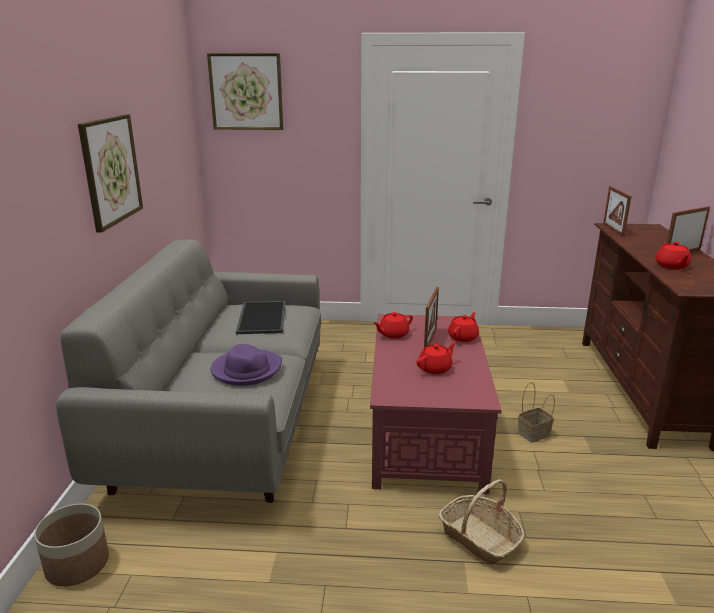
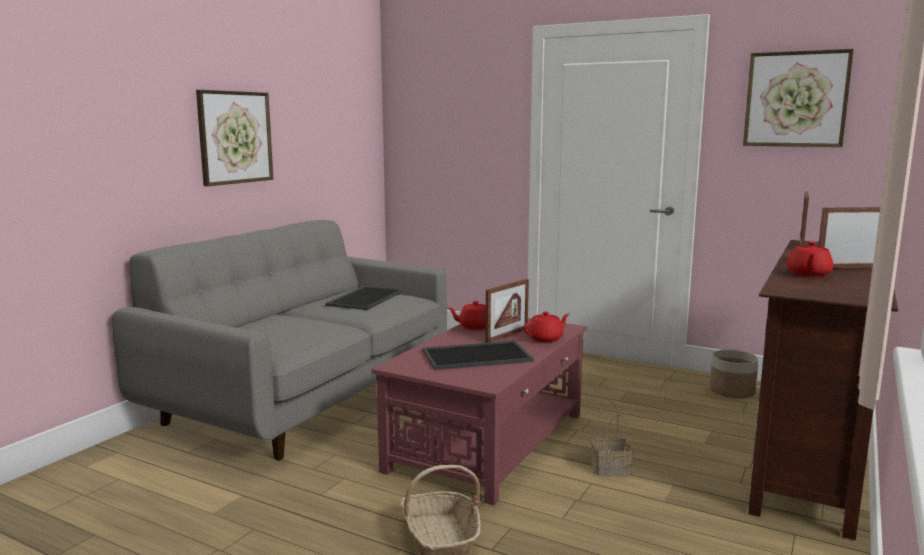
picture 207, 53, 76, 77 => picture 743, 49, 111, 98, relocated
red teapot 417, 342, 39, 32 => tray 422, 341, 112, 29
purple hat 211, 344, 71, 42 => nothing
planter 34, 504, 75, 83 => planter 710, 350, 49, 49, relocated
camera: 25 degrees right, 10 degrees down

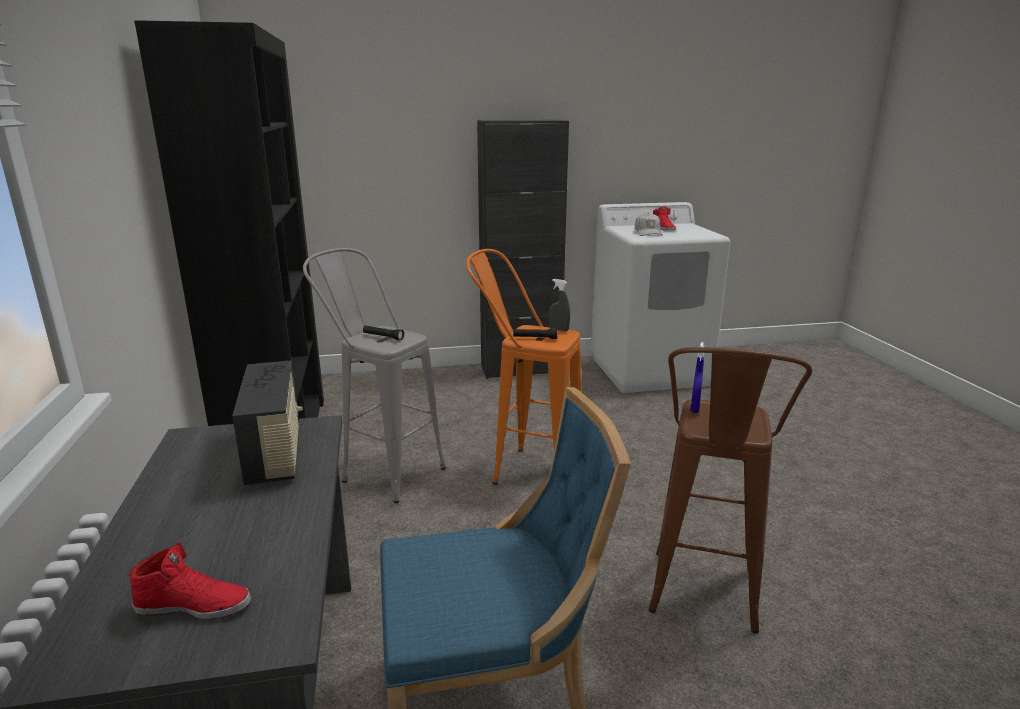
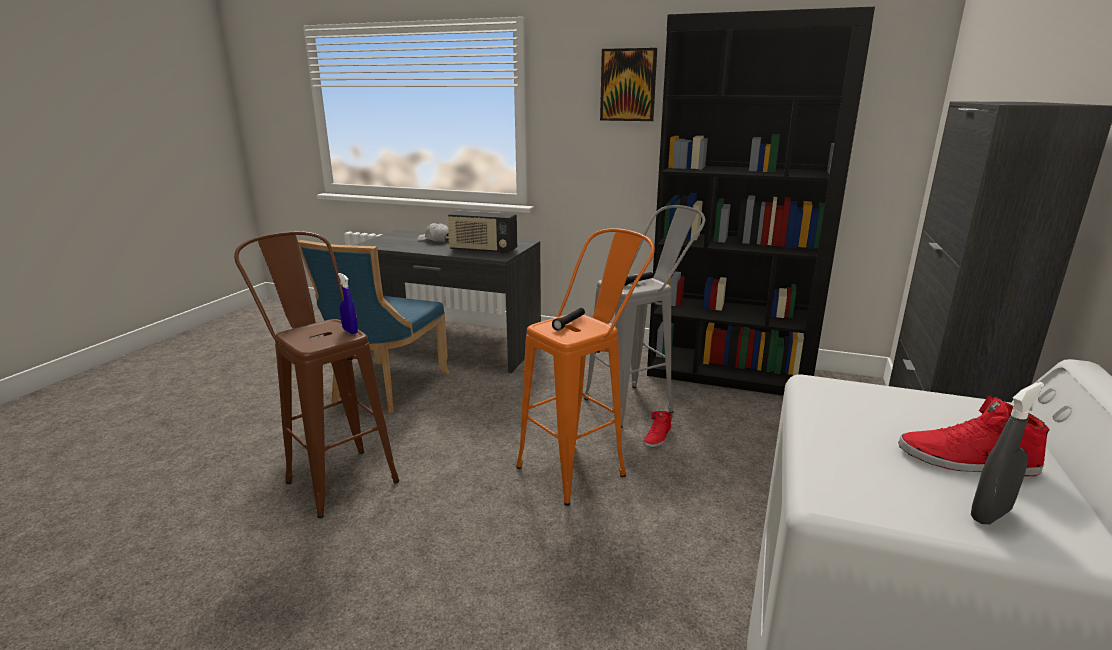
white cap 635, 213, 28, 23 => white cap 417, 223, 32, 19, relocated
grey spray bottle 549, 279, 21, 53 => grey spray bottle 971, 382, 73, 142, relocated
red shoe 129, 542, 122, 77 => red shoe 644, 411, 28, 36, relocated
nothing => picture 600, 48, 57, 73
camera: 120 degrees right, 0 degrees up

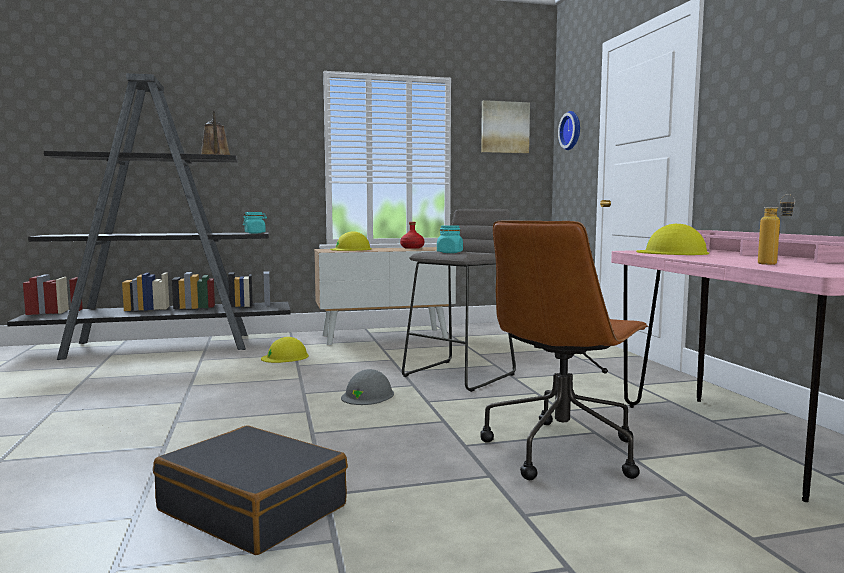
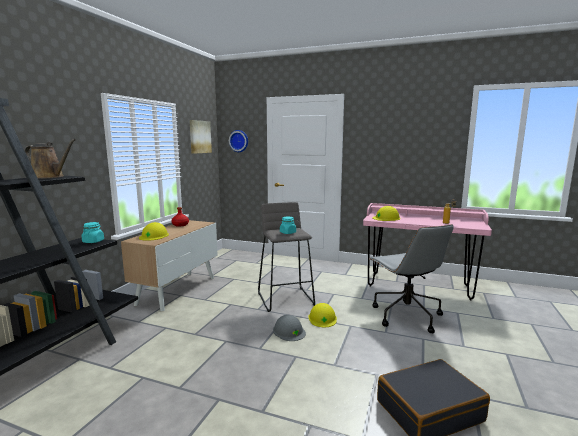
brown office chair 481, 220, 168, 260 => grey office chair 369, 224, 84, 109
yellow hard hat 261, 337, 48, 26 => yellow hard hat 308, 303, 29, 24, relocated
camera: 55 degrees left, 5 degrees up

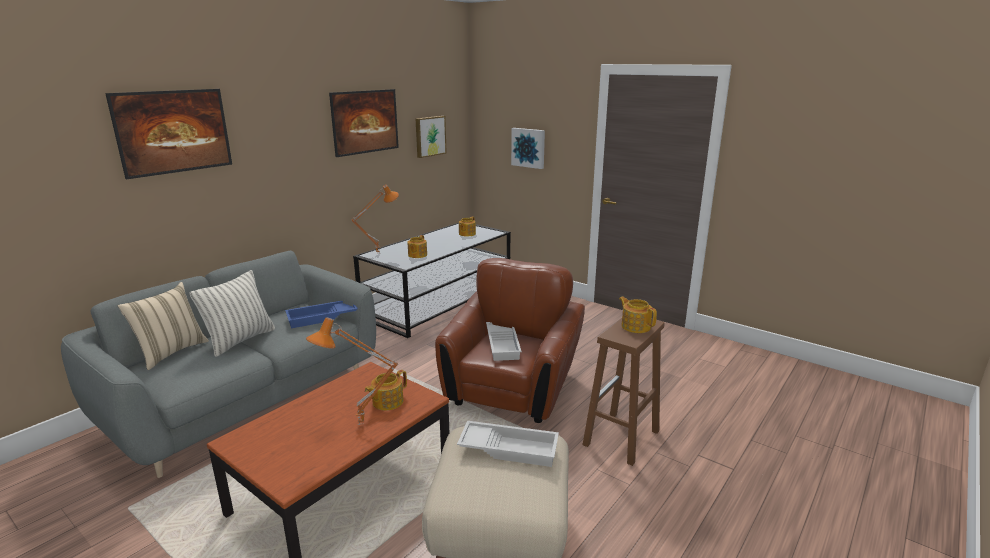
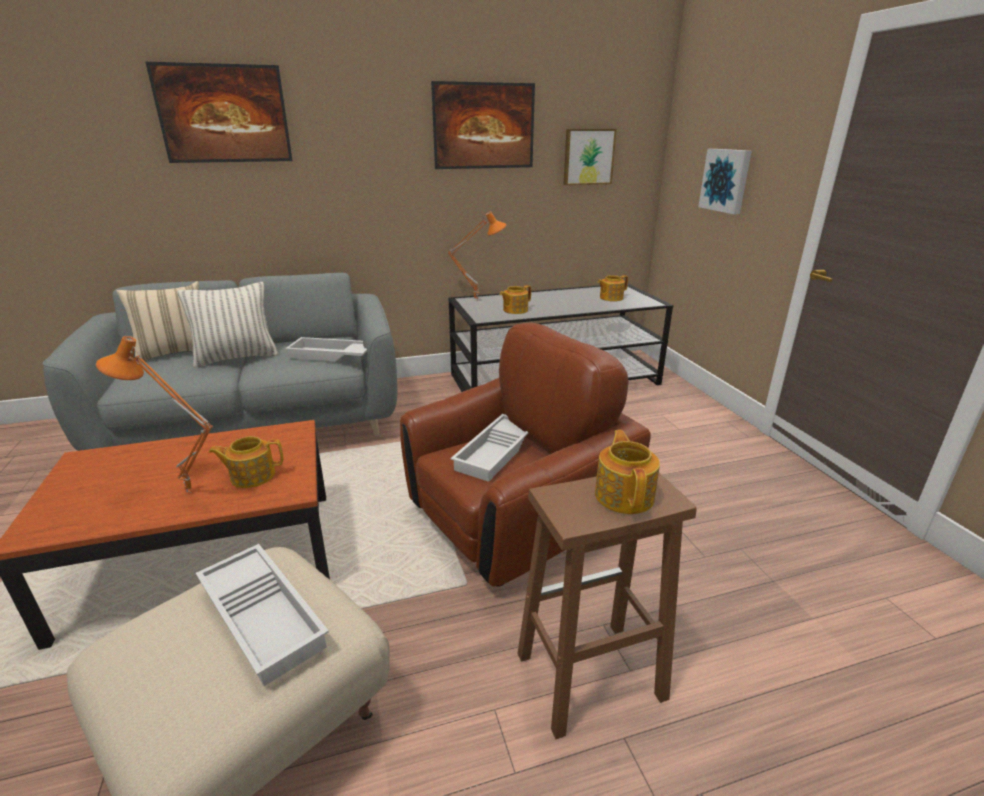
blue tray 285, 301, 73, 27 => white tray 285, 337, 82, 24
camera: 35 degrees right, 5 degrees up

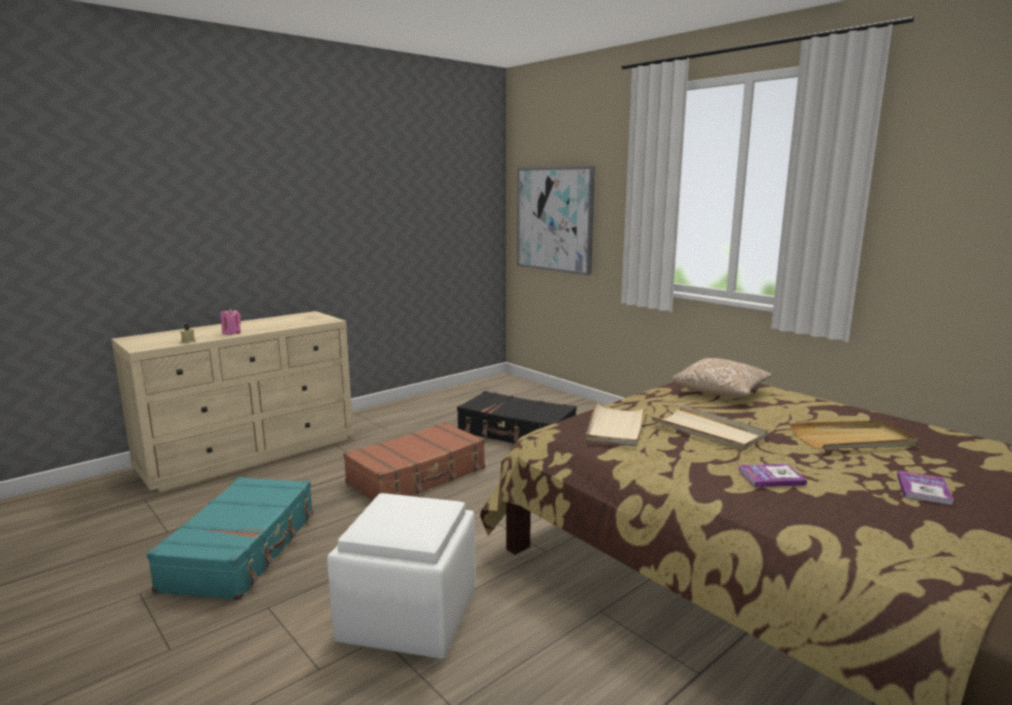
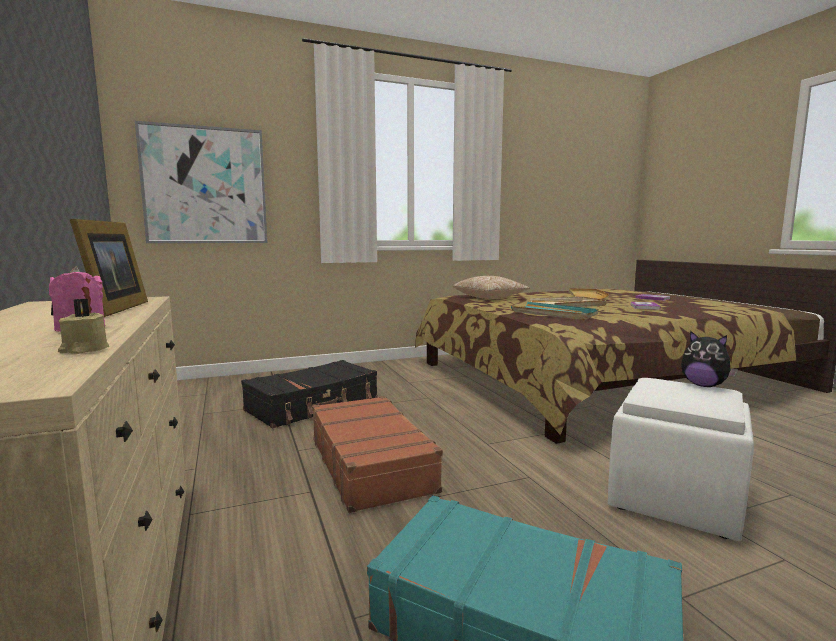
beige tray 586, 400, 62, 47 => turquoise tray 511, 302, 87, 18
nothing => picture frame 51, 219, 97, 98
nothing => plush toy 681, 331, 57, 56
camera: 70 degrees left, 5 degrees down

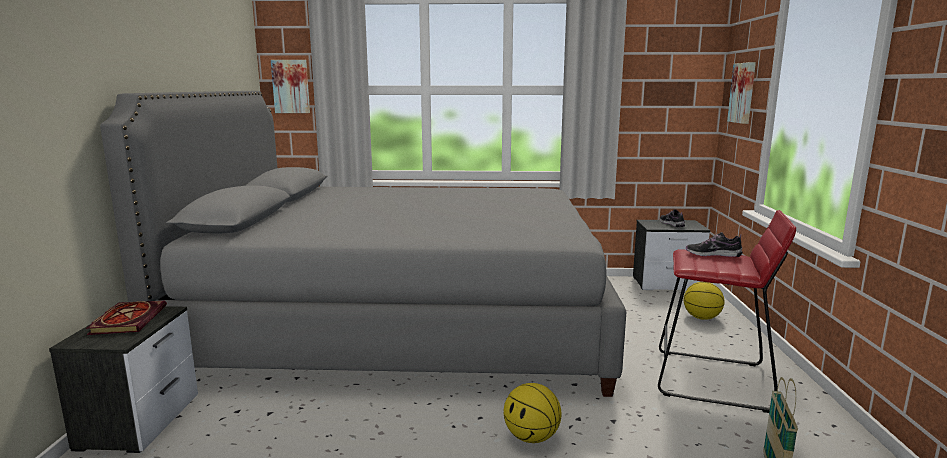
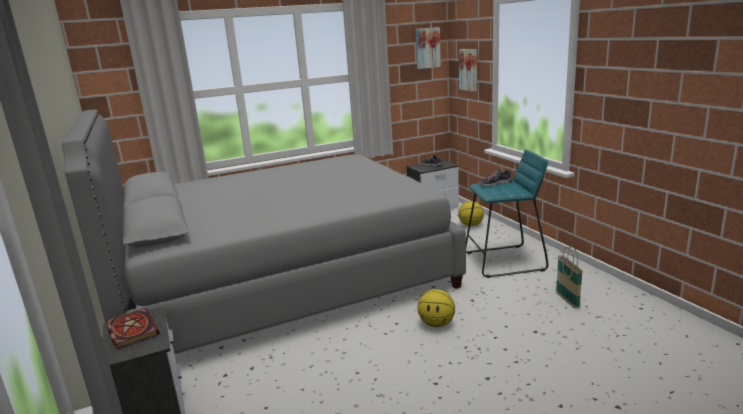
picture 271, 60, 39, 53 => picture 416, 27, 25, 42, relocated
red stool 658, 210, 138, 203 => turquoise stool 466, 150, 82, 128
camera: 25 degrees left, 5 degrees up

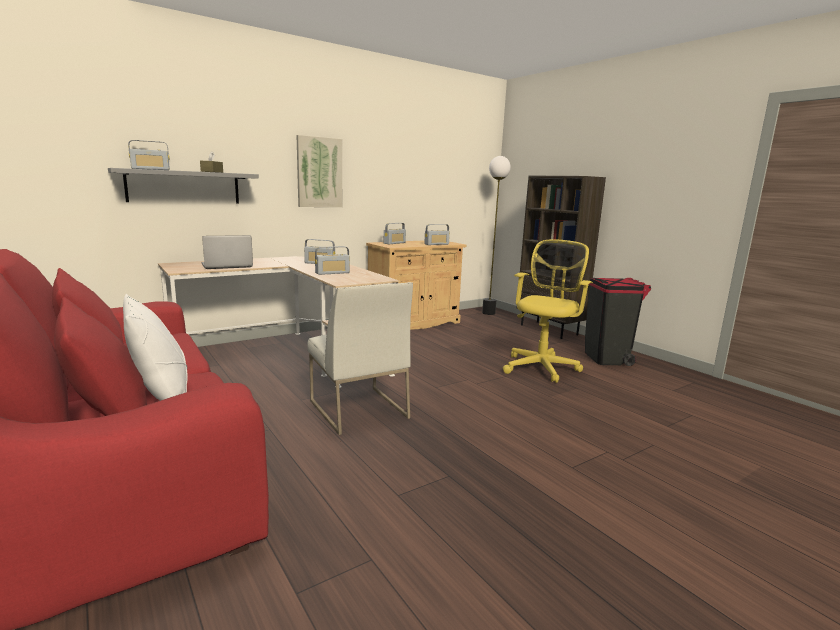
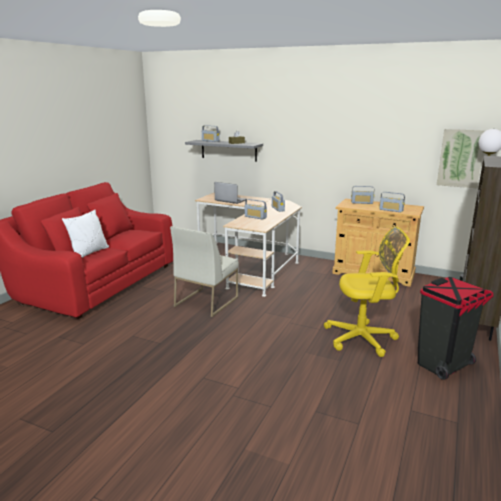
picture 296, 135, 46, 72 => picture 437, 129, 48, 60, relocated
camera: 60 degrees right, 5 degrees up

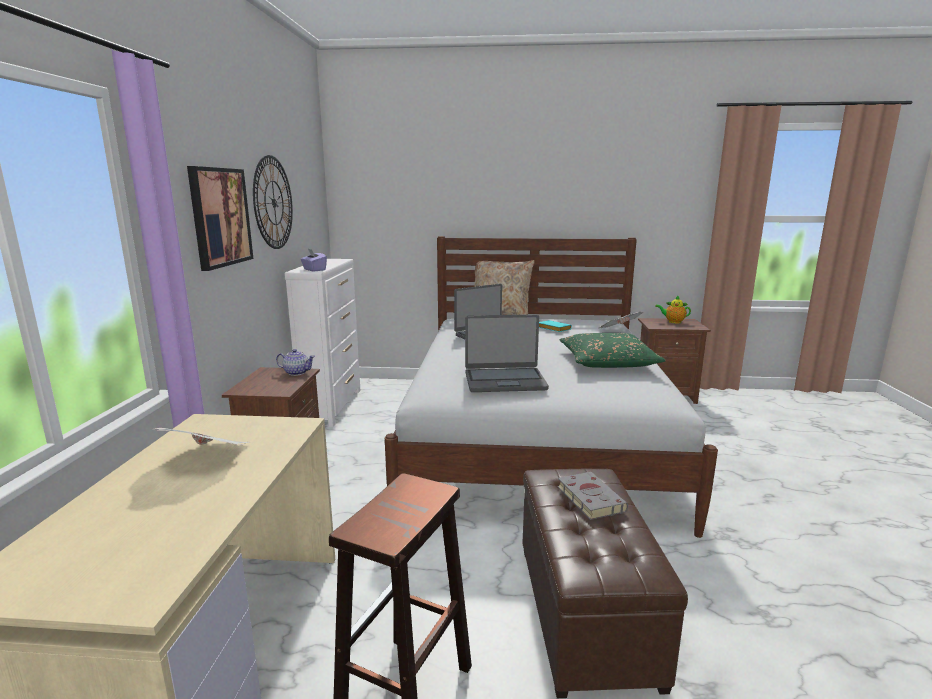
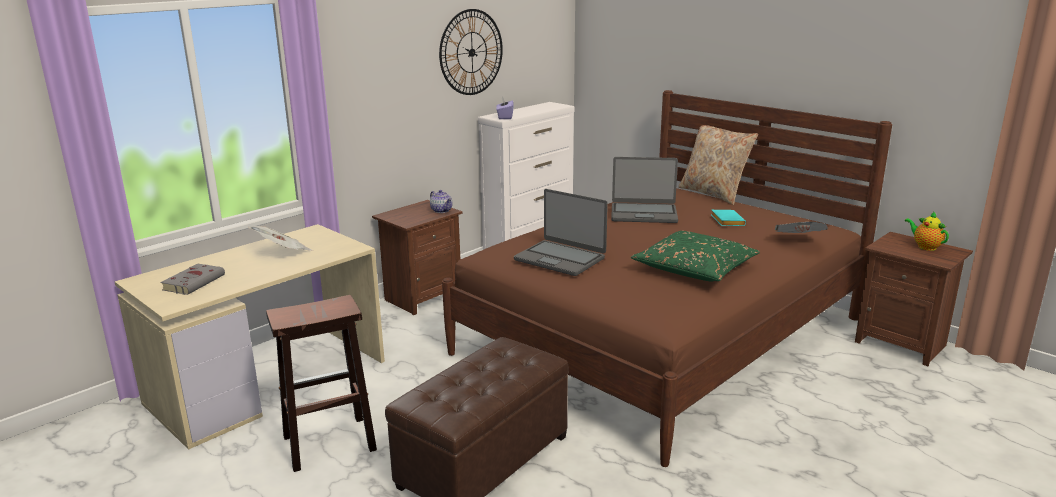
picture 187, 166, 66, 105 => nothing
white bed 385, 236, 333, 302 => brown bed 442, 90, 450, 377
grey book 558, 472, 70, 48 => grey book 160, 264, 65, 31, relocated
camera: 40 degrees right, 5 degrees up

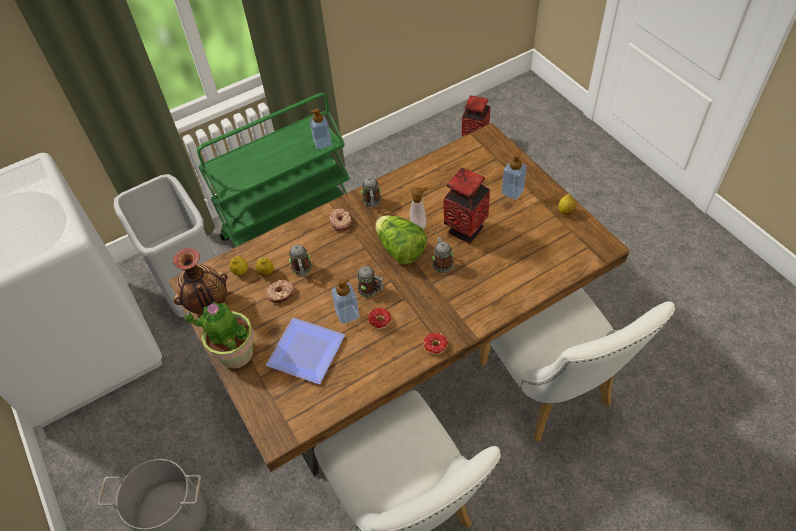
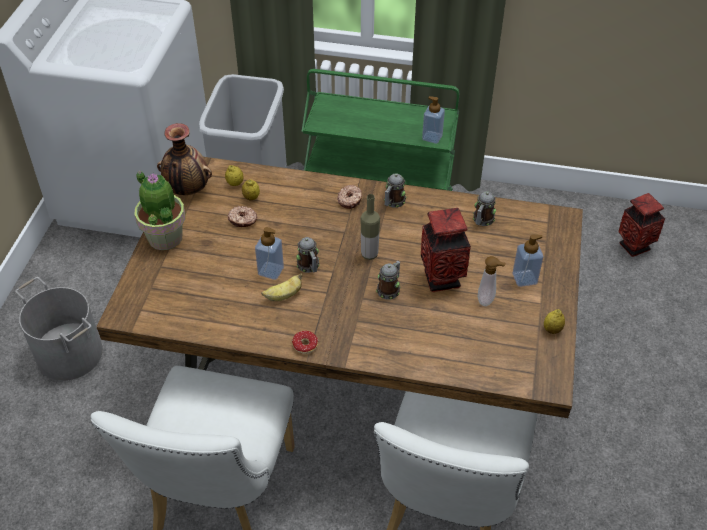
soap dispenser 410, 187, 18, 42 => soap dispenser 478, 256, 28, 50, relocated
lettuce 375, 215, 52, 49 => bottle 361, 194, 19, 66
mug 289, 244, 23, 33 => mug 473, 191, 23, 35, relocated
donut 368, 308, 23, 21 => banana 261, 274, 41, 27
plate 266, 318, 79, 66 => nothing
camera: 40 degrees right, 5 degrees down

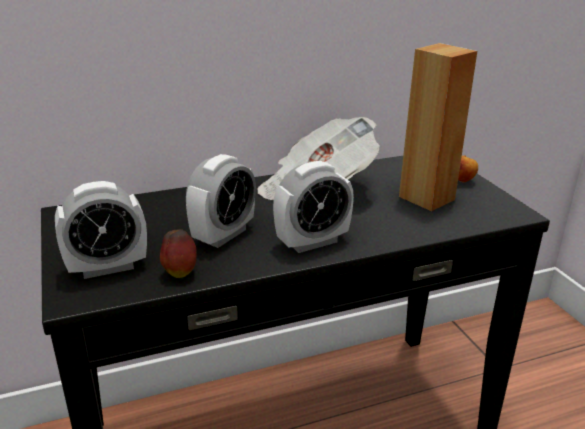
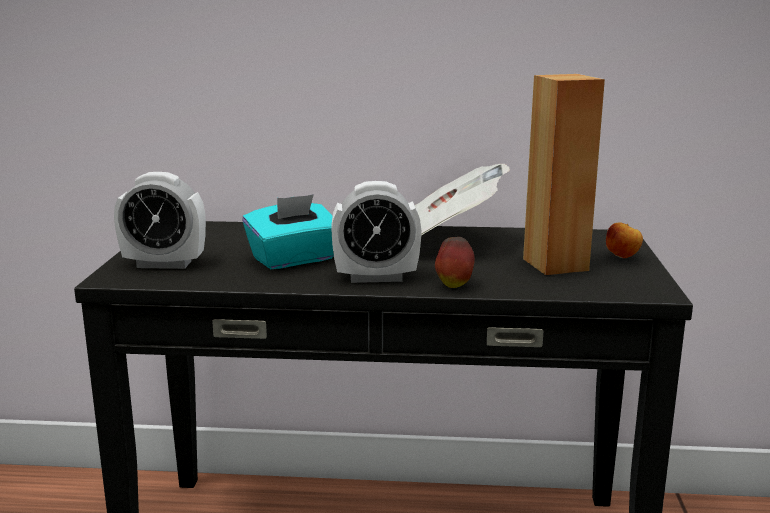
alarm clock 186, 154, 70, 94 => turquoise tissue box 242, 194, 92, 75
apple 160, 229, 37, 49 => apple 435, 237, 40, 51, relocated
camera: 25 degrees right, 10 degrees down

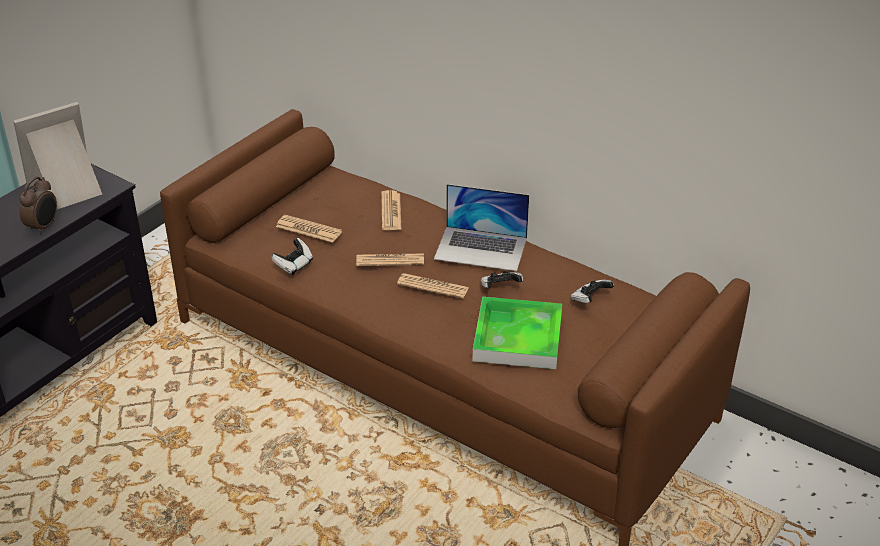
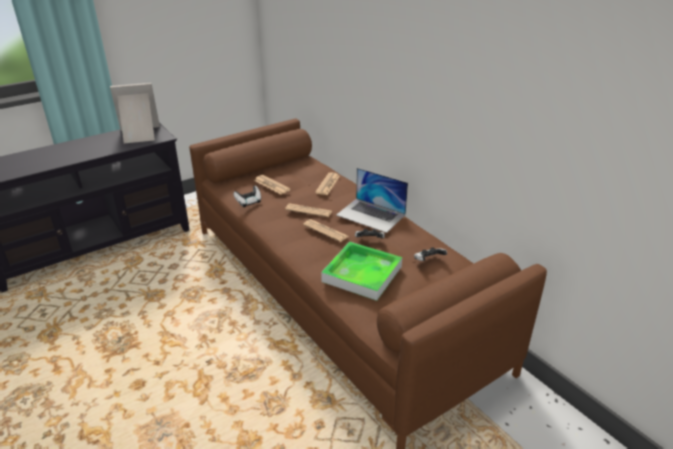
alarm clock 19, 177, 38, 58 => nothing
camera: 20 degrees right, 5 degrees down

